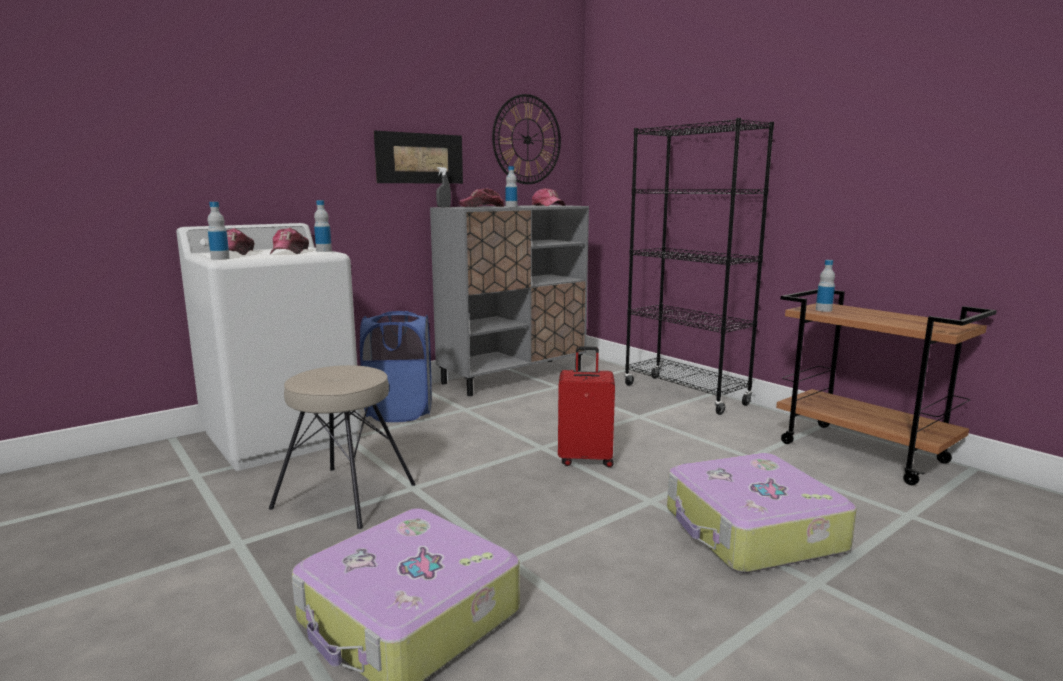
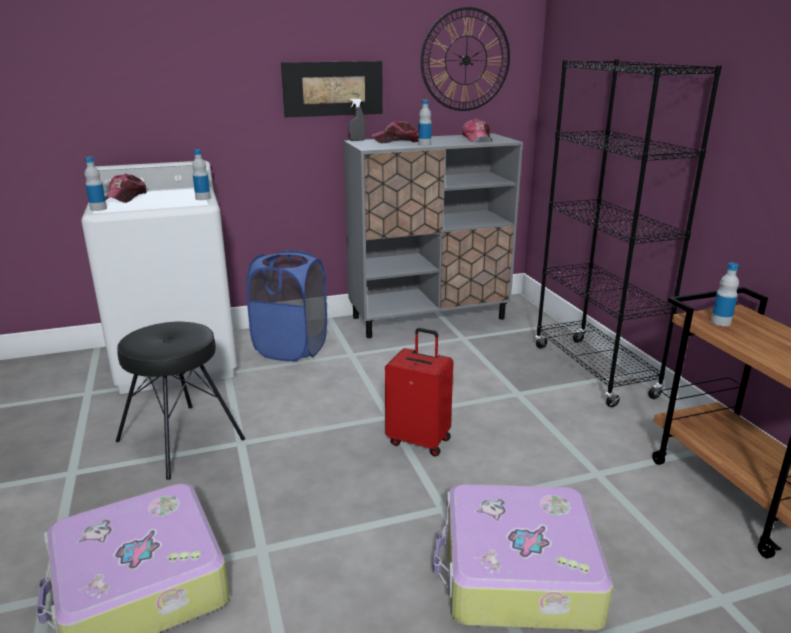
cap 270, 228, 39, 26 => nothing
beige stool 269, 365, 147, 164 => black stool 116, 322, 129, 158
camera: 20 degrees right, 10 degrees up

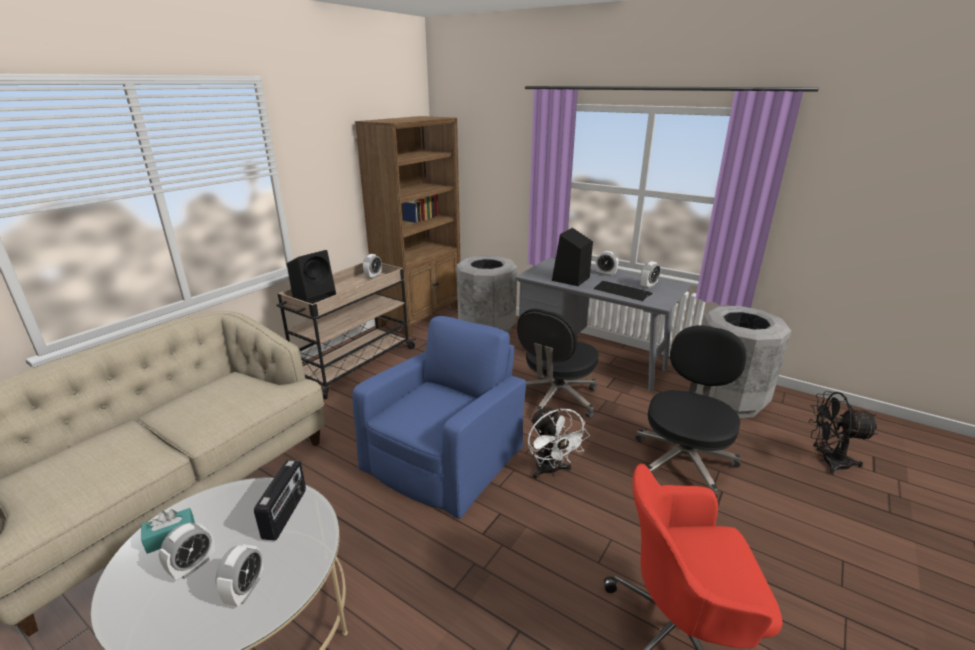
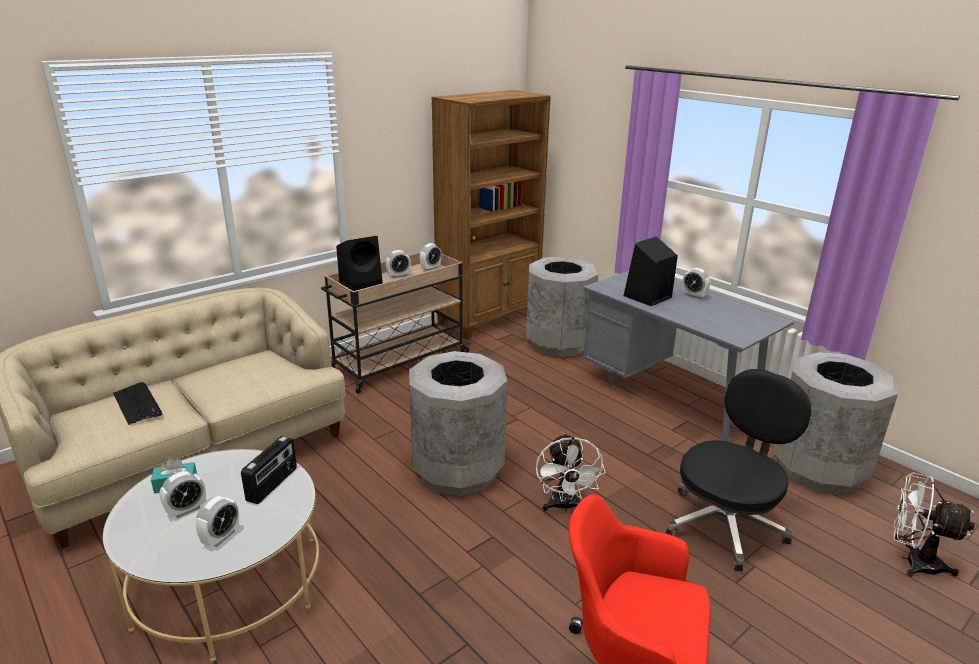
alarm clock 641, 261, 20, 28 => alarm clock 386, 250, 25, 28, relocated
keyboard 594, 281, 59, 20 => keyboard 113, 382, 49, 43, relocated
black office chair 517, 308, 82, 111 => nothing
blue armchair 352, 316, 174, 203 => grey trash can 409, 351, 98, 145
black fan 808, 391, 70, 84 => white fan 893, 472, 82, 105
camera: 15 degrees right, 0 degrees up

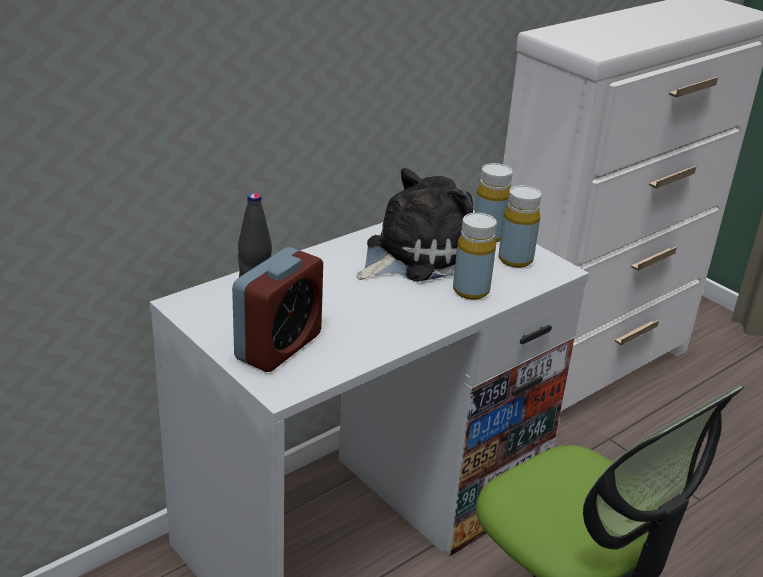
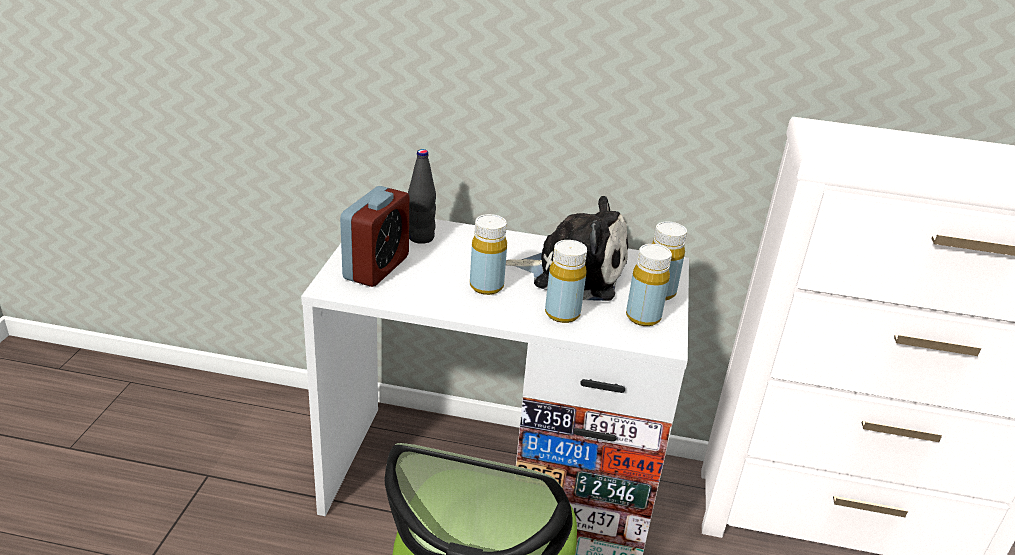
alarm clock 232, 247, 91, 125 => alarm clock 340, 186, 69, 101, 60 degrees counterclockwise
nothing => yellow bottle 470, 214, 37, 81
camera: 50 degrees right, 0 degrees up

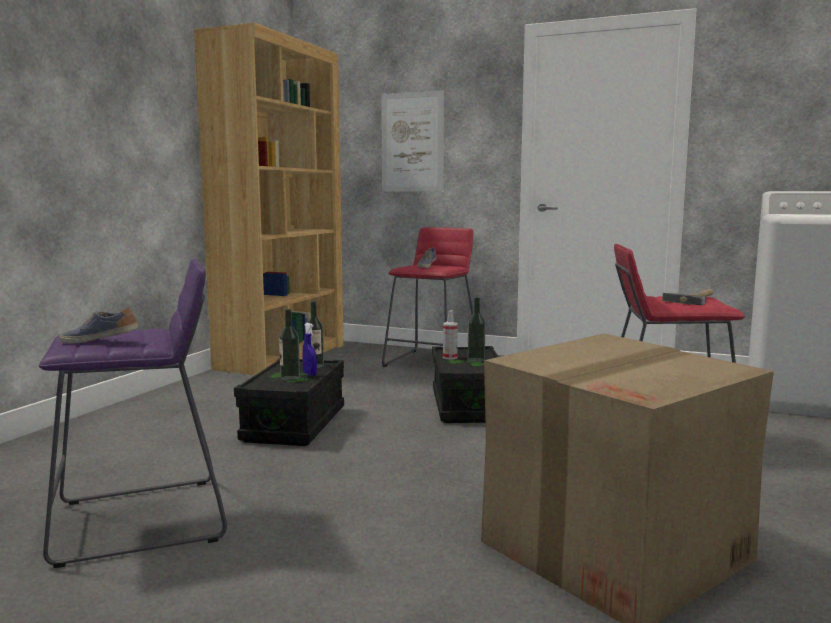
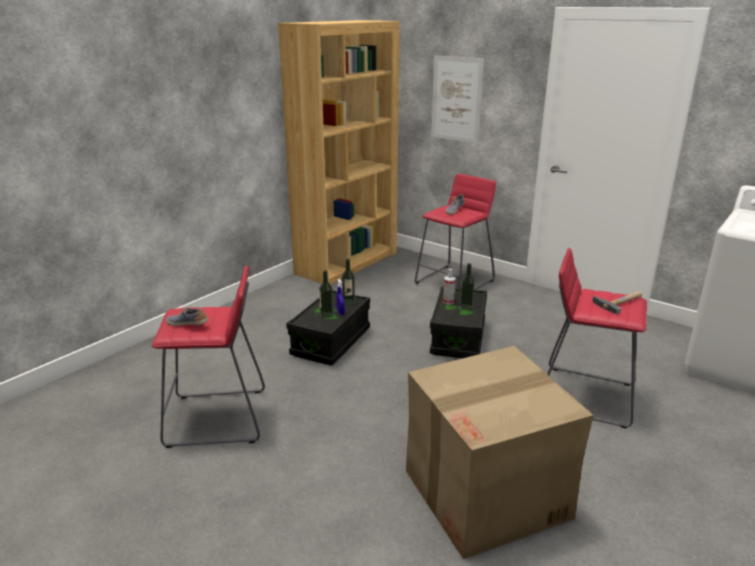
purple stool 39, 259, 188, 309 => red stool 152, 266, 113, 182
camera: 15 degrees right, 15 degrees up

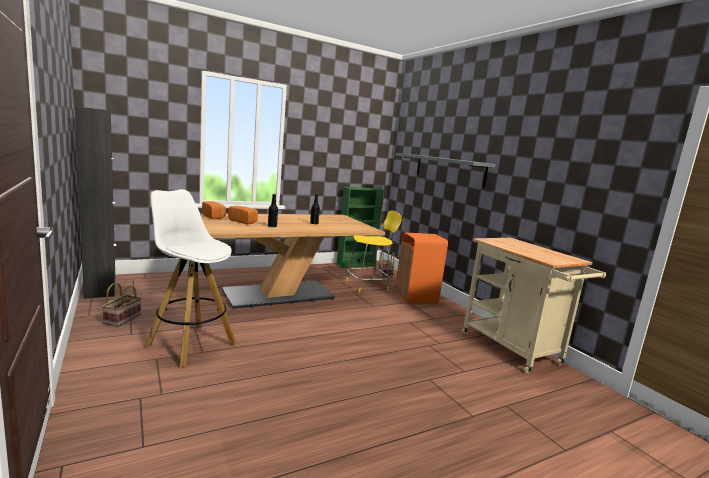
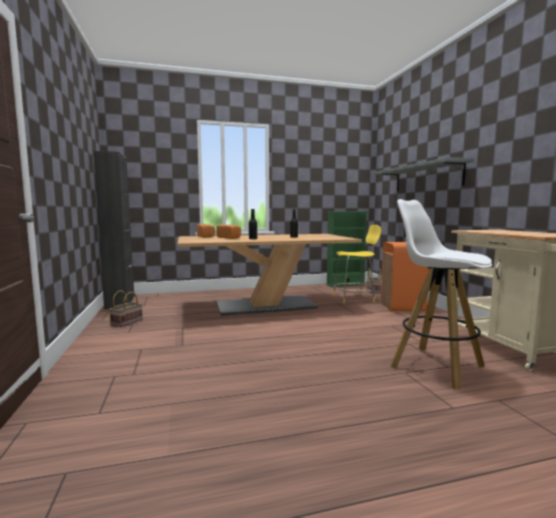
white stool 144, 189, 92, 178 => white stool 391, 199, 101, 191, relocated
camera: 15 degrees right, 5 degrees down

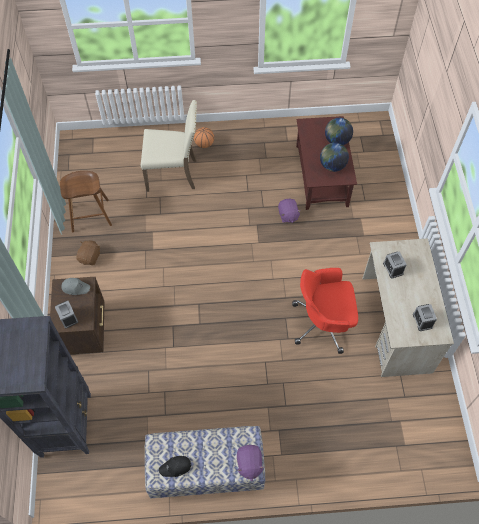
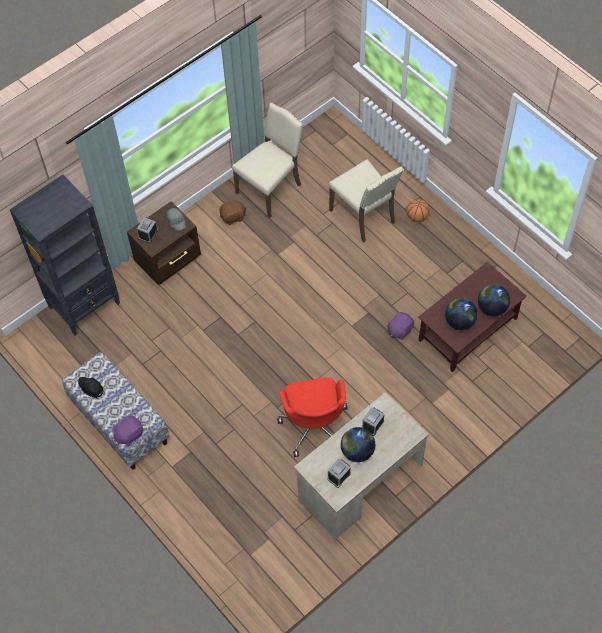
brown stool 60, 171, 52, 61 => beige chair 232, 102, 72, 116
red office chair 292, 268, 66, 86 => red office chair 277, 378, 71, 79, 150 degrees counterclockwise
nothing => globe 341, 427, 34, 35
camera: 55 degrees right, 0 degrees up

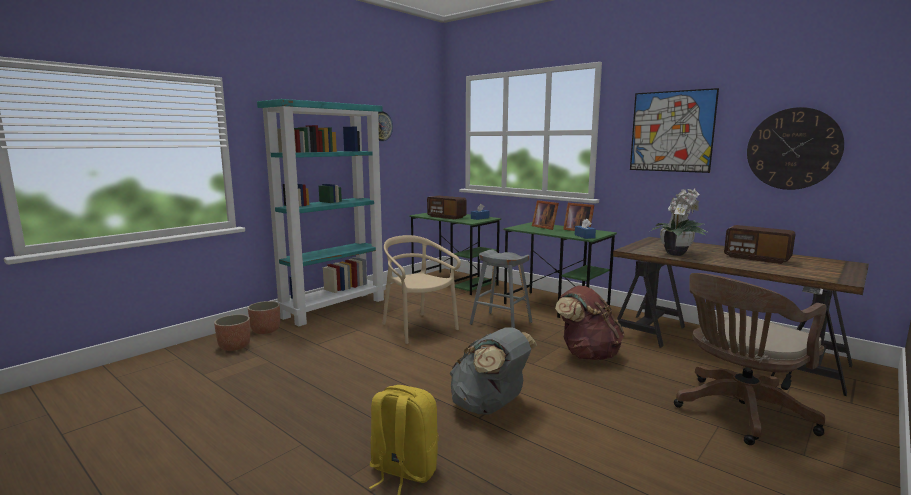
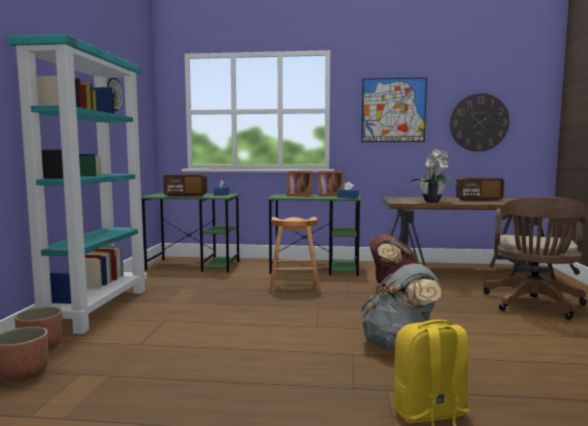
beige chair 383, 235, 78, 109 => nothing
grey stool 470, 250, 62, 78 => brown stool 269, 217, 52, 77
camera: 35 degrees left, 5 degrees down

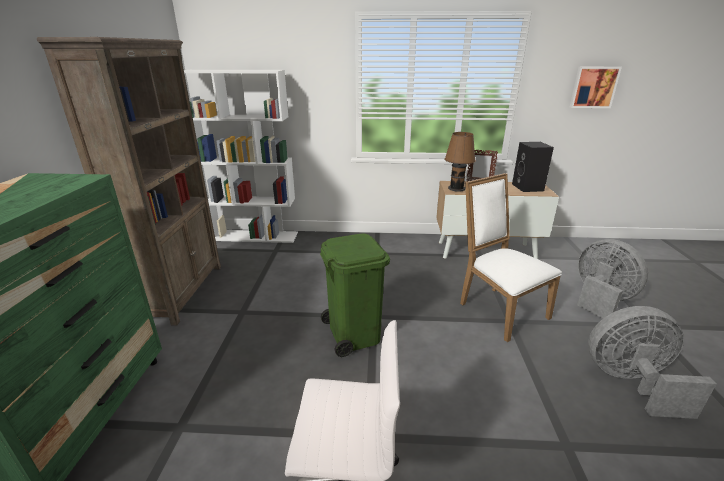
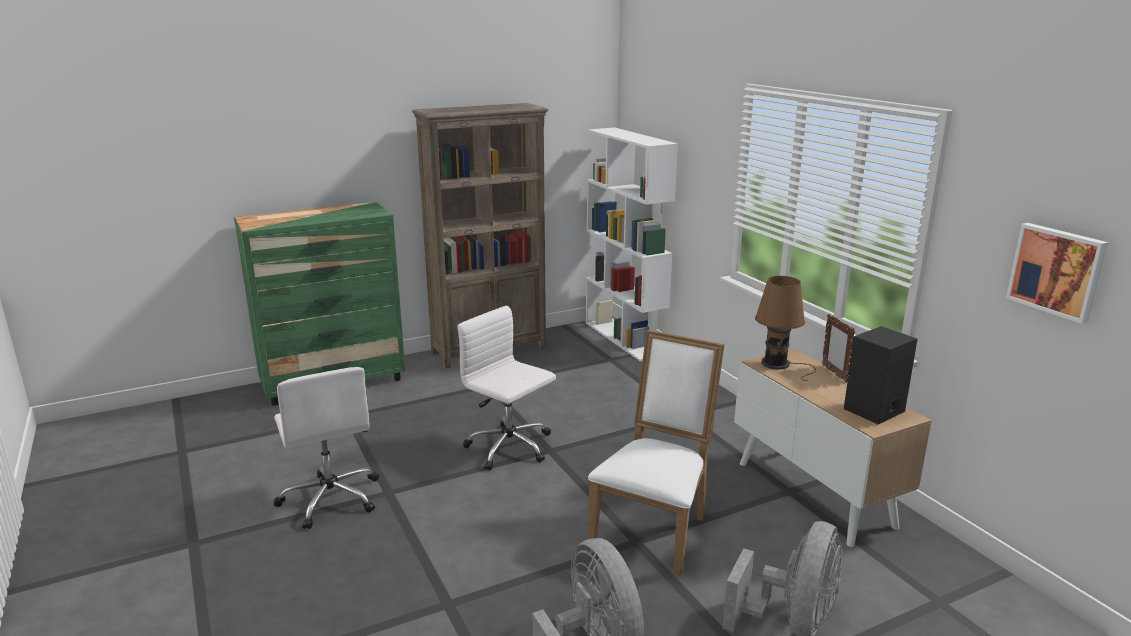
green trash can 320, 234, 70, 123 => white office chair 457, 306, 99, 164
camera: 60 degrees right, 5 degrees down

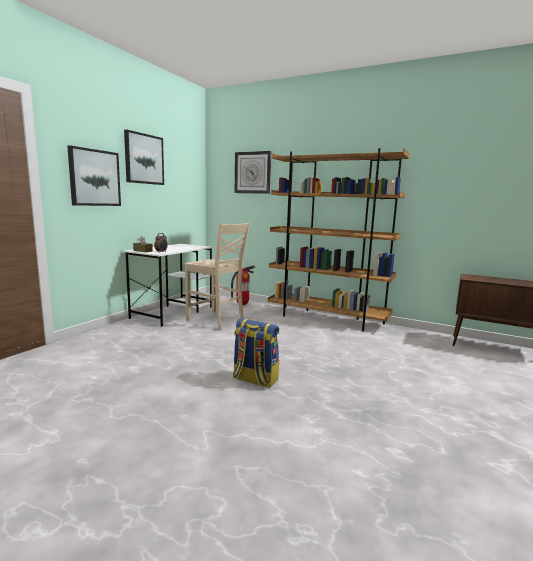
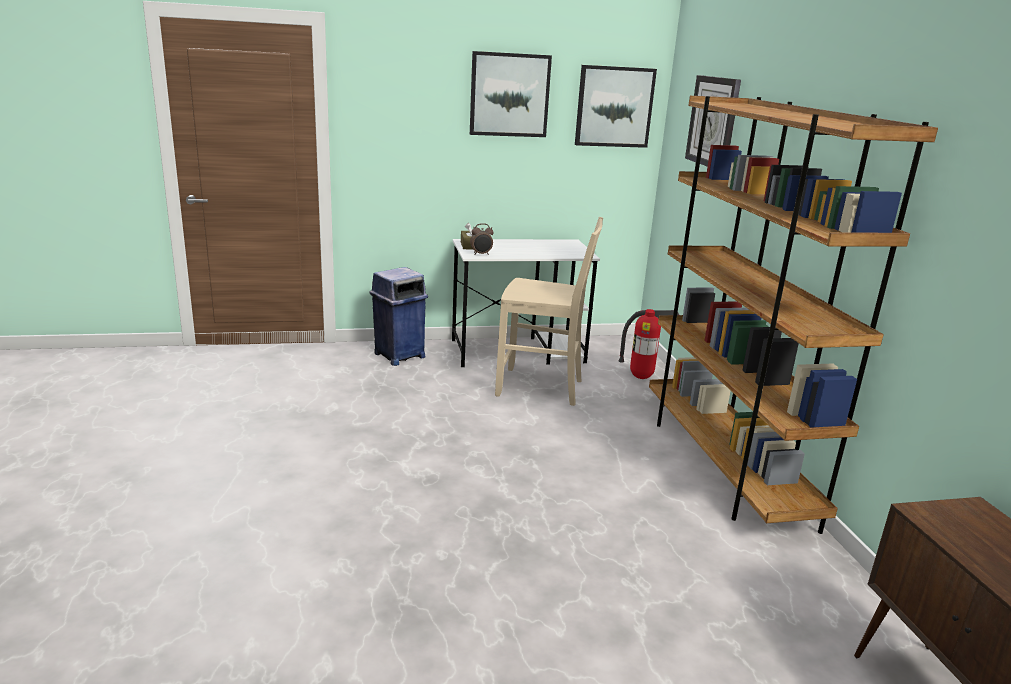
picture 67, 145, 54, 61 => picture 575, 65, 82, 83, relocated
beige chair 185, 222, 65, 108 => beige chair 495, 217, 108, 189, 75 degrees counterclockwise
backpack 233, 318, 46, 70 => nothing
nothing => blue trash can 369, 267, 59, 99
camera: 50 degrees right, 10 degrees up

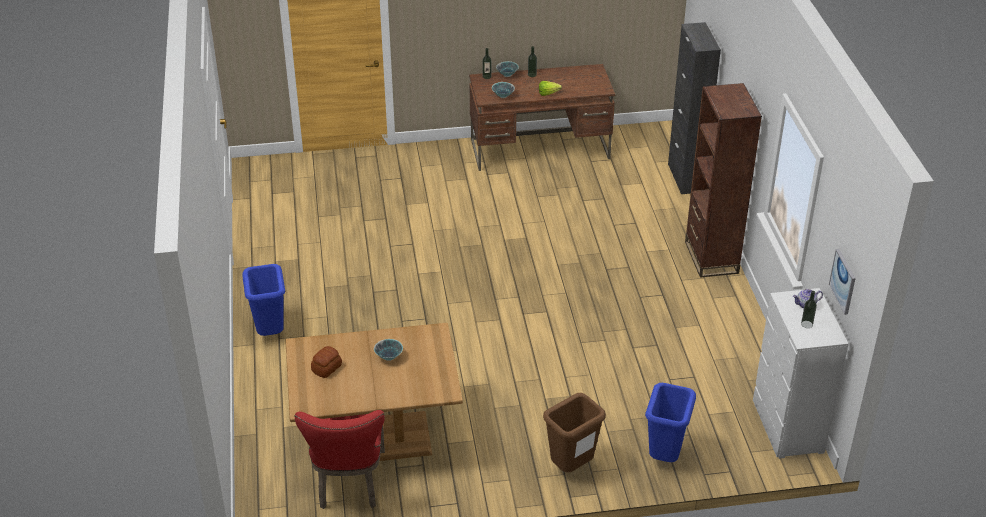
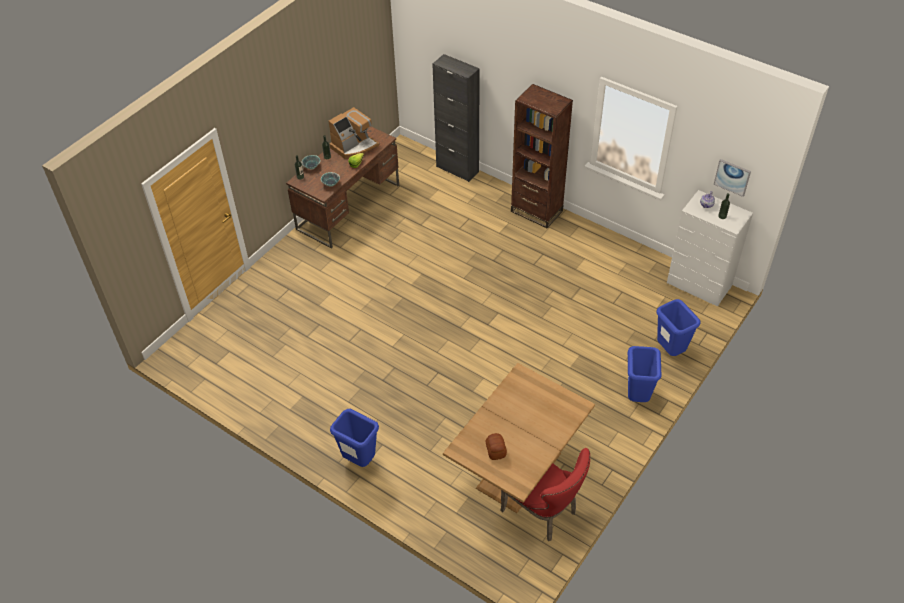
bowl 374, 339, 29, 22 => nothing
brown trash can 543, 393, 63, 79 => blue trash can 628, 346, 33, 56
nothing => coffee machine 328, 107, 51, 52
camera: 45 degrees left, 10 degrees up

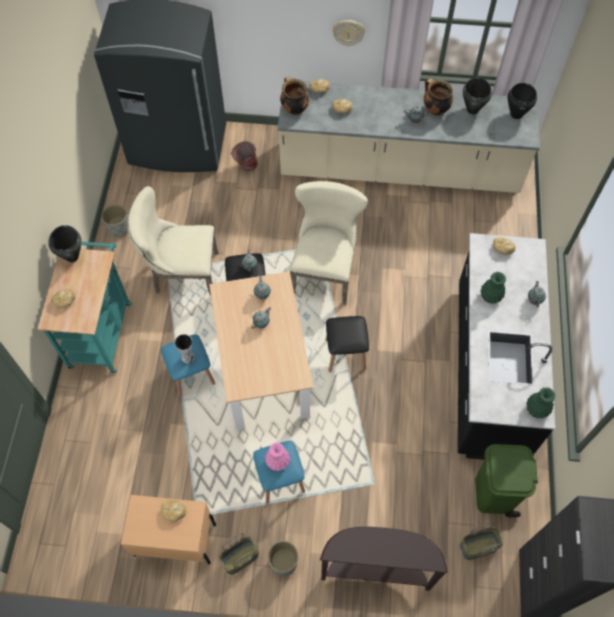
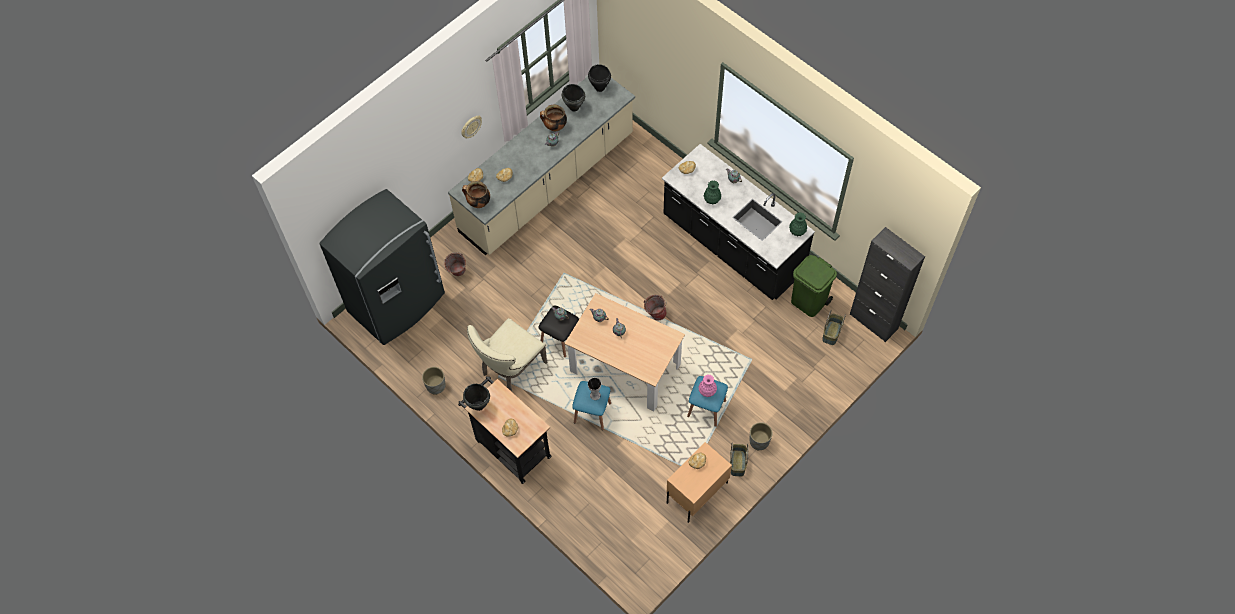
beige chair 290, 181, 78, 123 => nothing
turquoise cart 38, 242, 94, 131 => black cart 458, 376, 94, 108
black stool 325, 316, 44, 56 => bucket 644, 295, 23, 25
brown console table 320, 527, 128, 64 => nothing
camera: 50 degrees left, 0 degrees up

